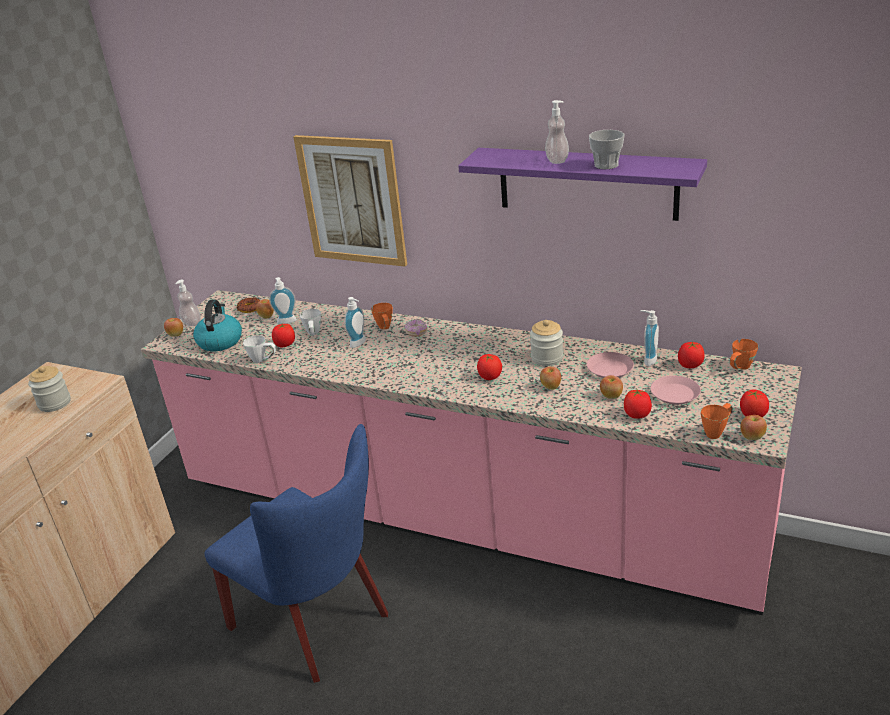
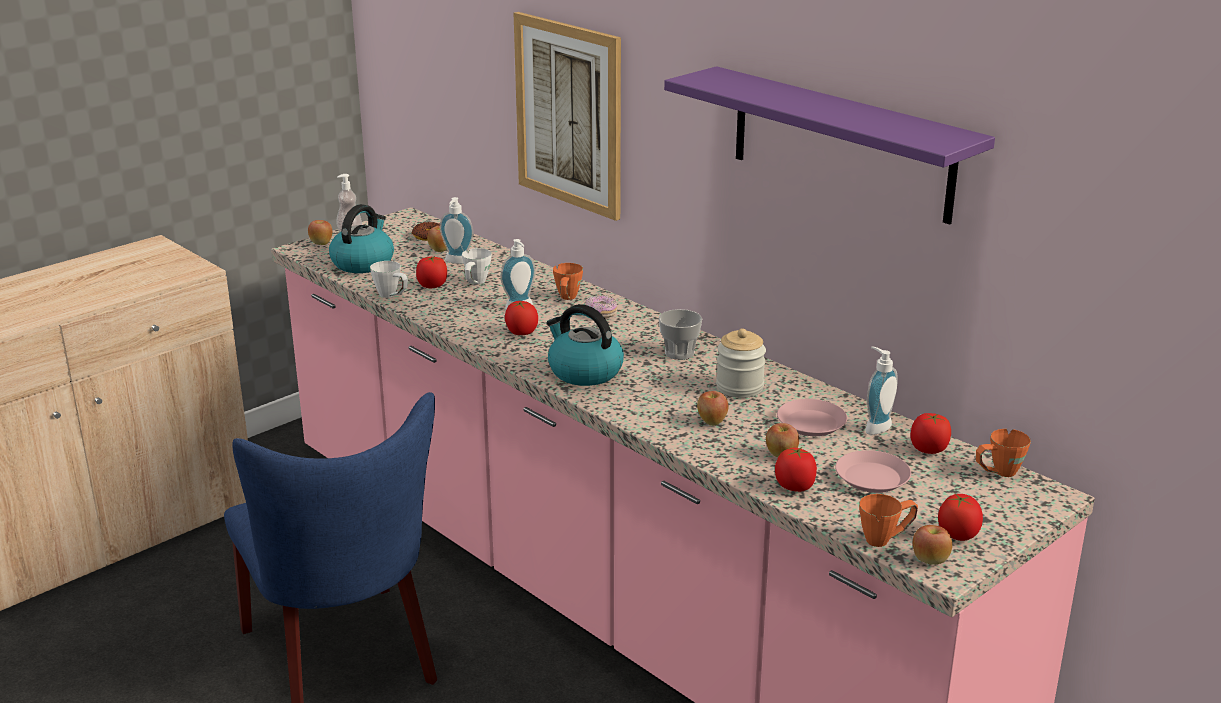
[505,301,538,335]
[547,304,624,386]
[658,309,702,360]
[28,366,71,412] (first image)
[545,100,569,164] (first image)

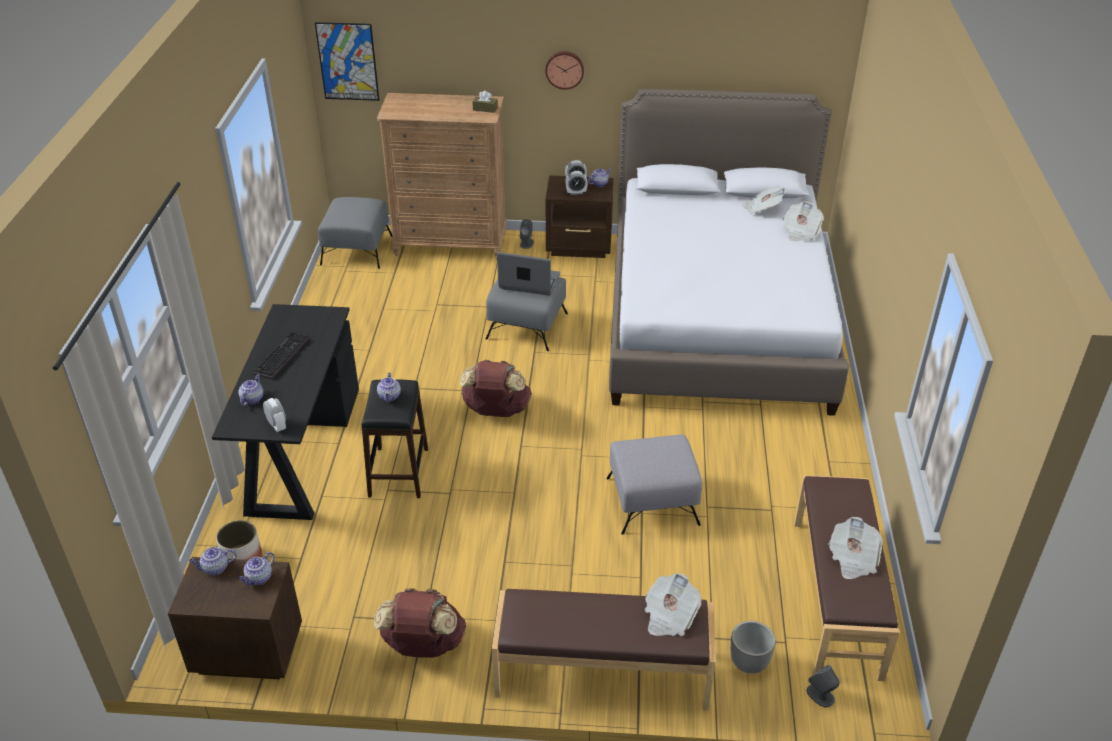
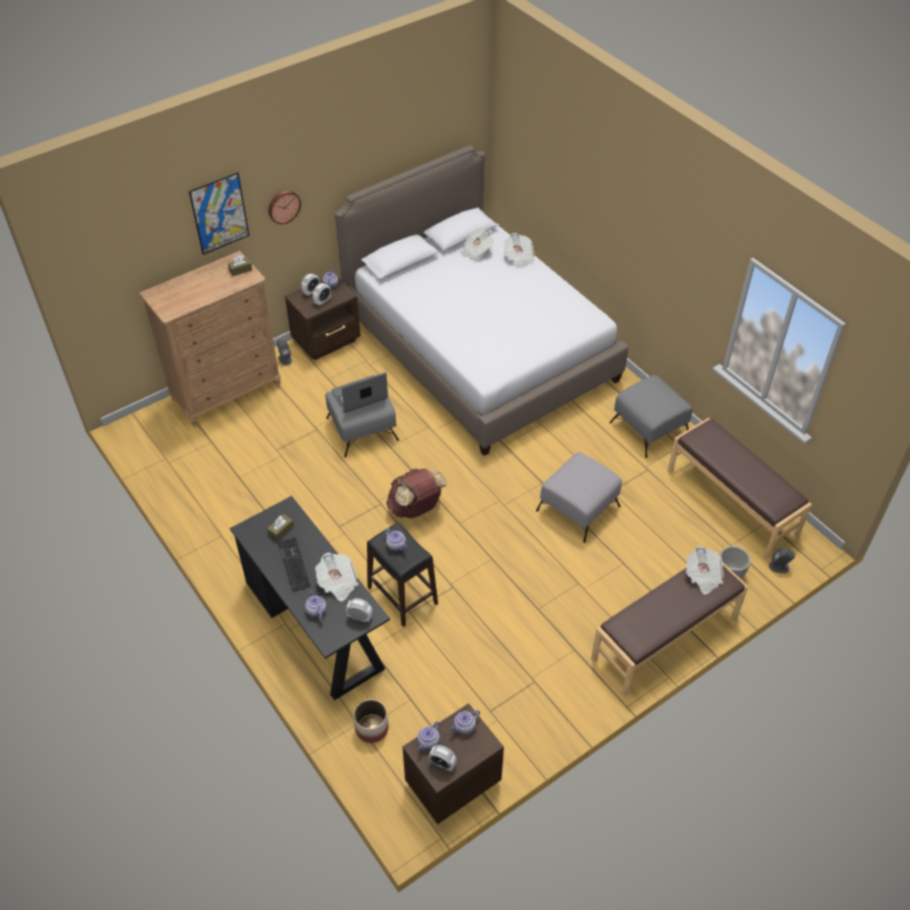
[189,172,249,255]
[267,514,294,541]
[315,552,359,601]
[429,745,457,772]
[450,710,480,734]
[609,375,693,458]
[374,588,466,658] (first image)

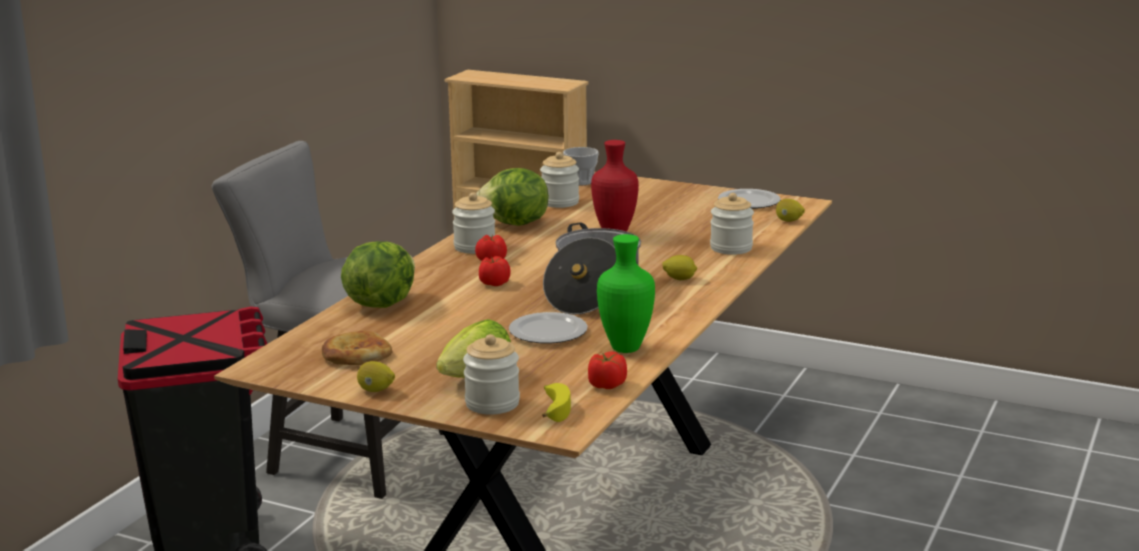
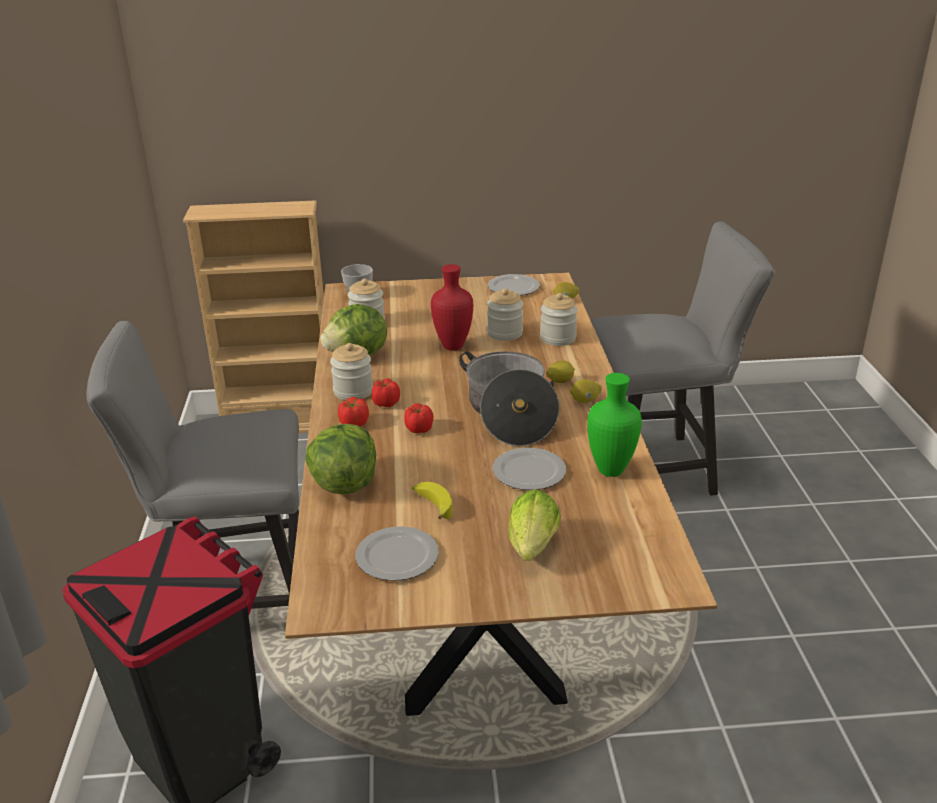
[338,397,369,427]
[356,526,439,581]
[412,482,452,519]
[487,288,523,341]
[570,379,602,403]
[591,221,775,496]

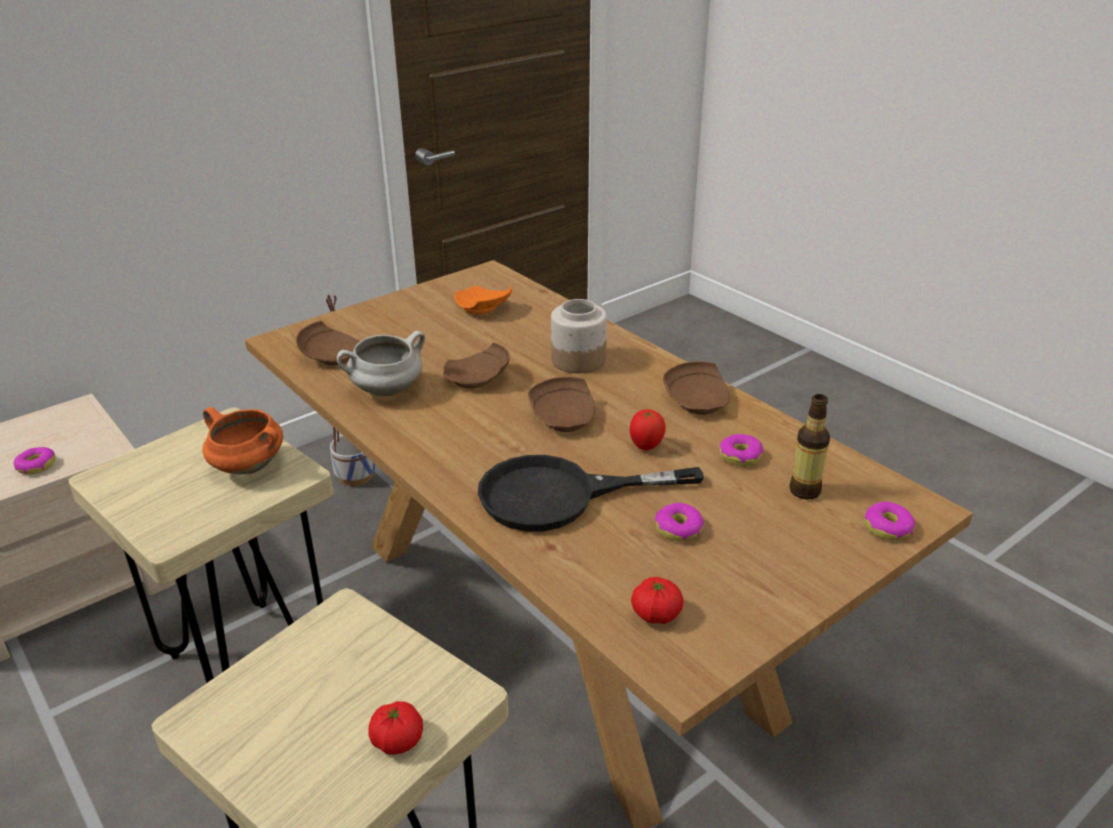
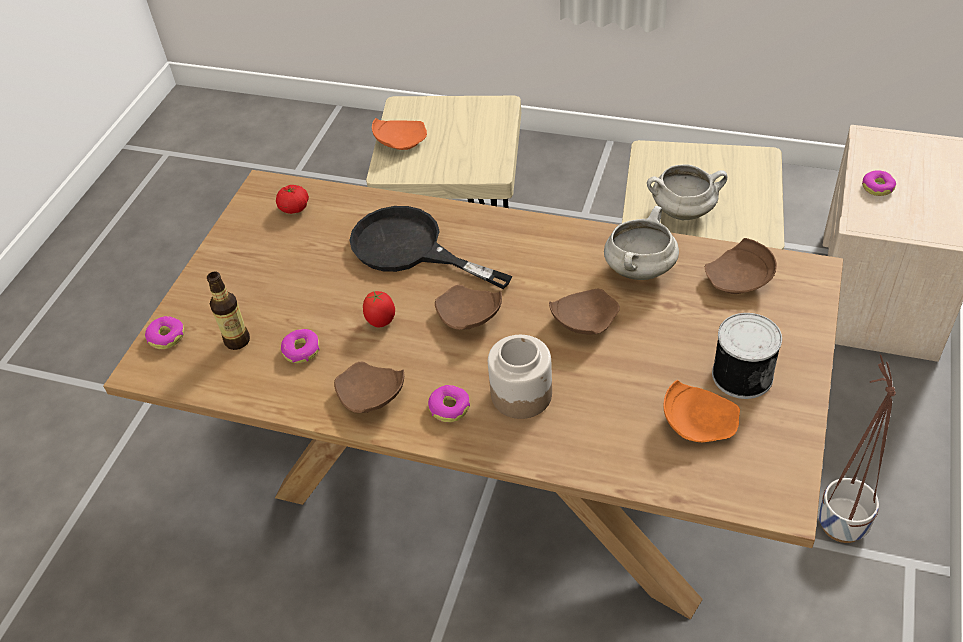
[350,206,513,289]
[372,118,427,150]
[428,385,470,422]
[647,164,727,220]
[712,313,782,399]

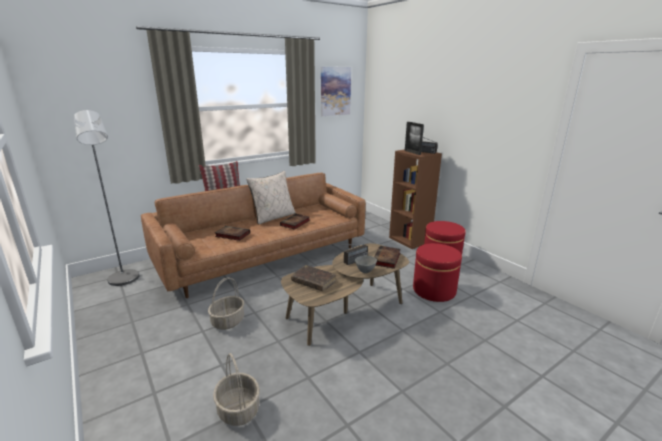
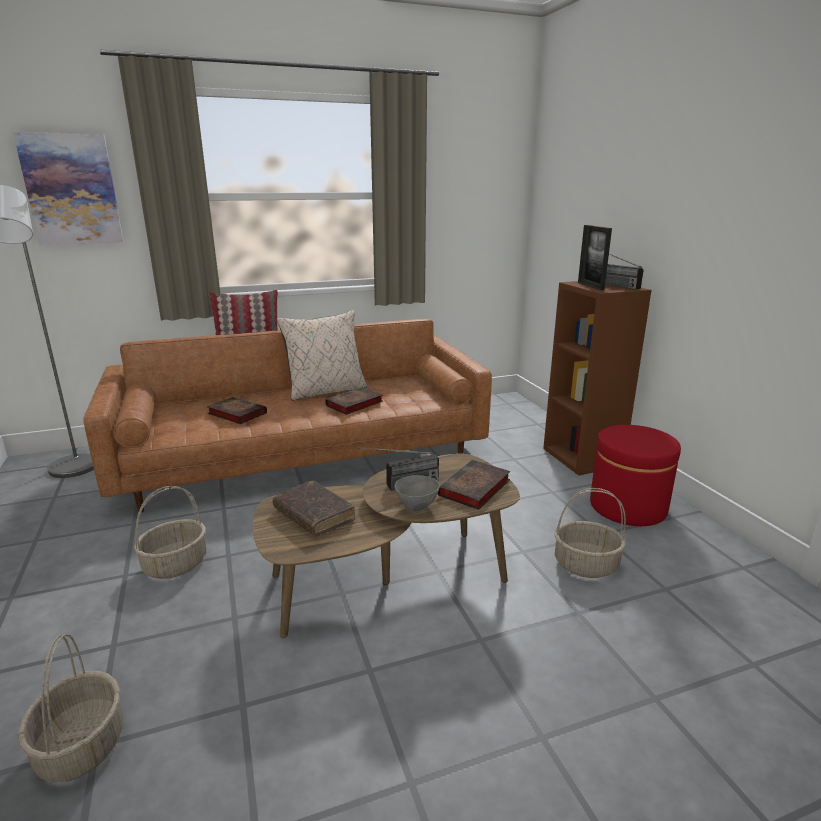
[13,132,124,244]
[554,488,626,578]

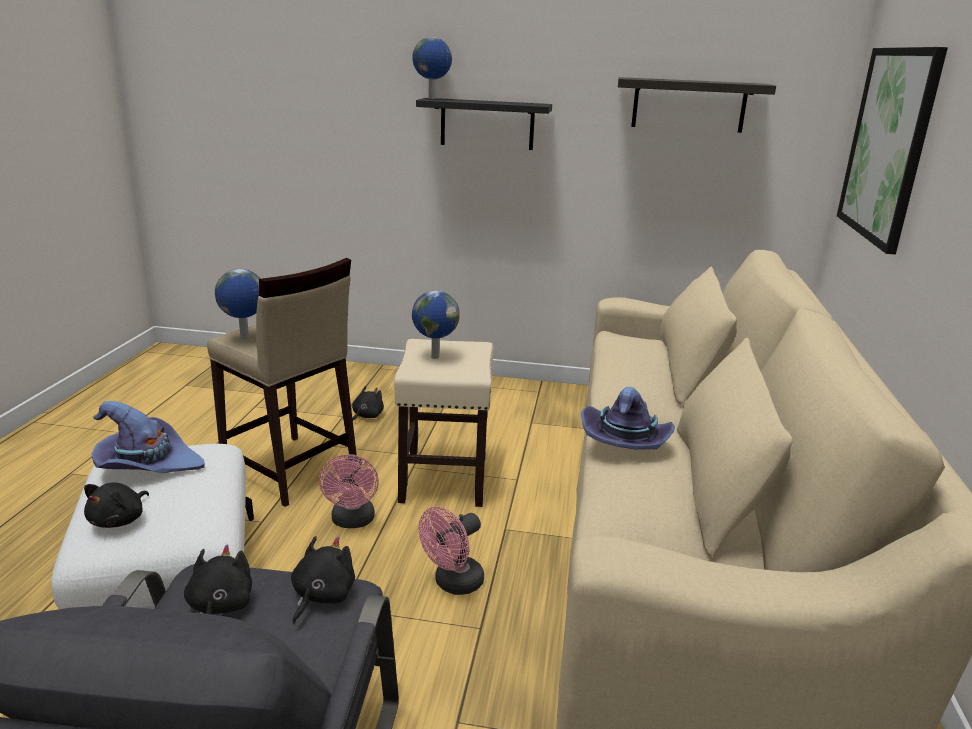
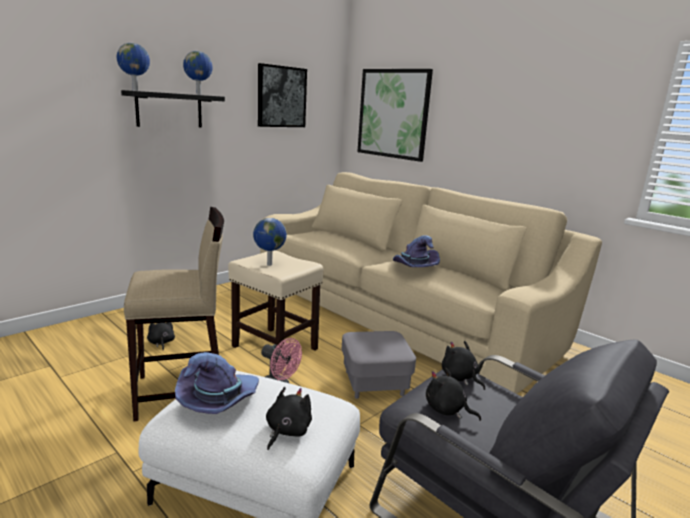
[183,51,213,95]
[258,63,307,127]
[266,387,312,450]
[342,331,416,399]

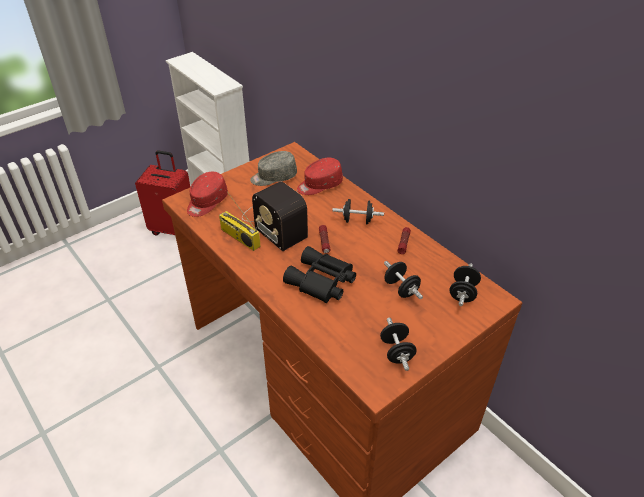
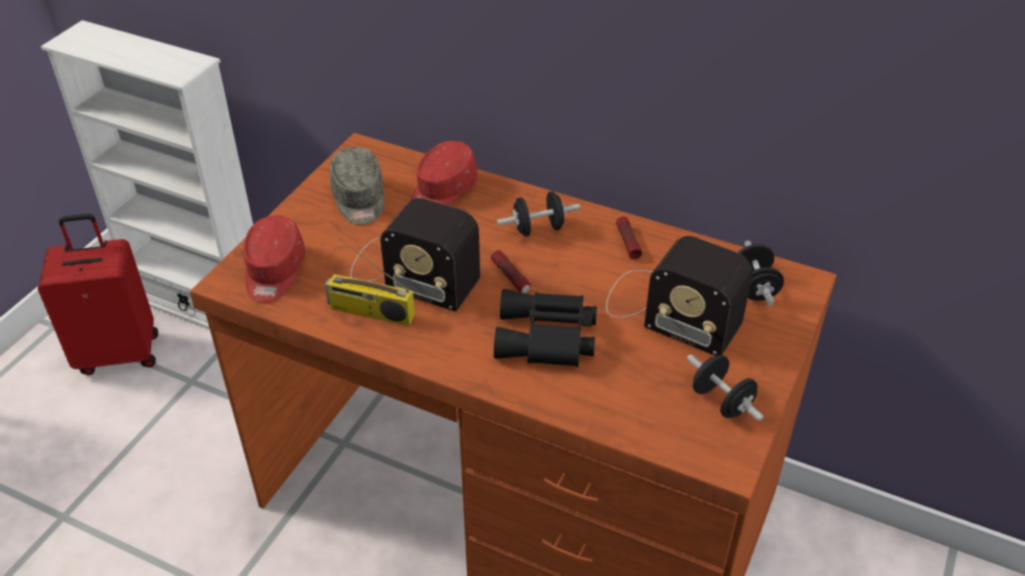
[330,147,384,225]
[606,236,753,356]

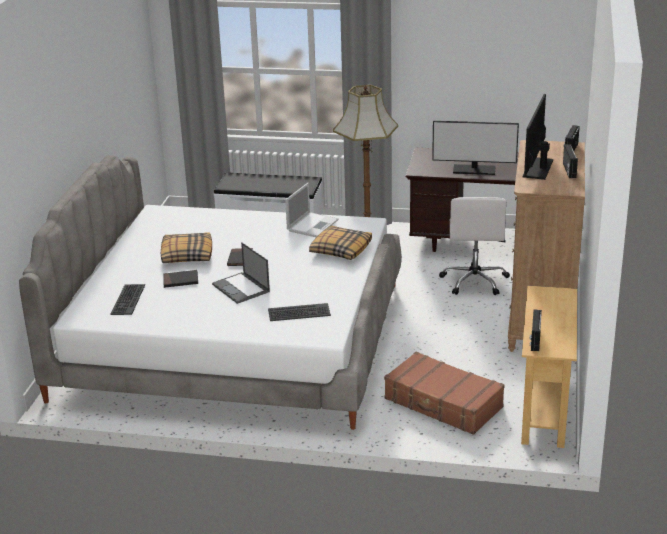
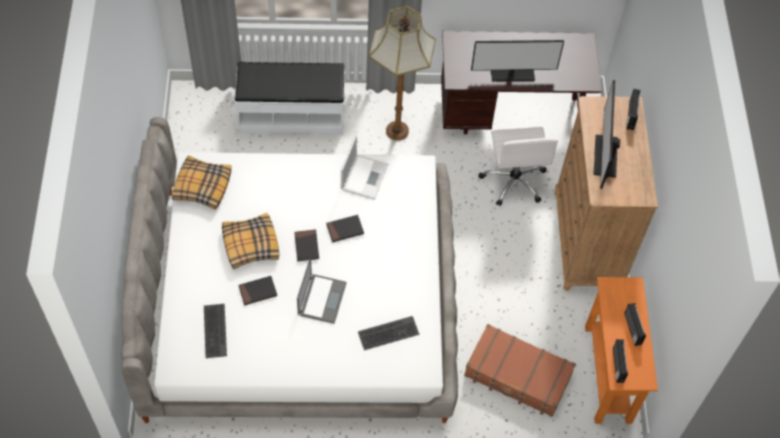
[172,156,231,210]
[297,257,347,324]
[326,215,364,242]
[585,277,658,424]
[624,303,646,346]

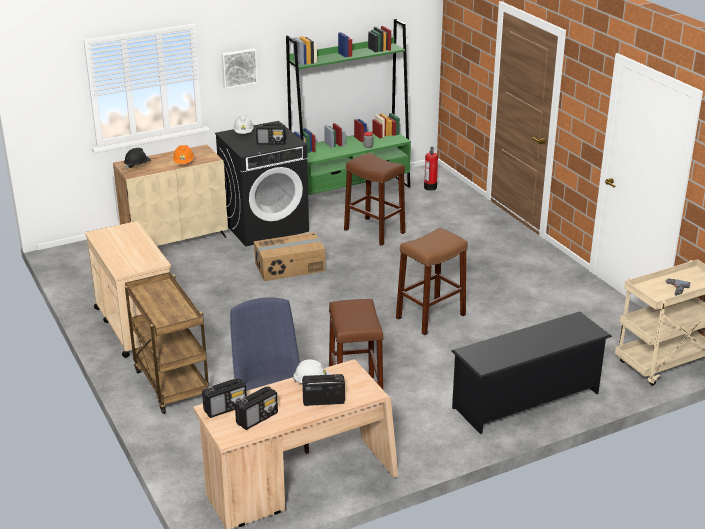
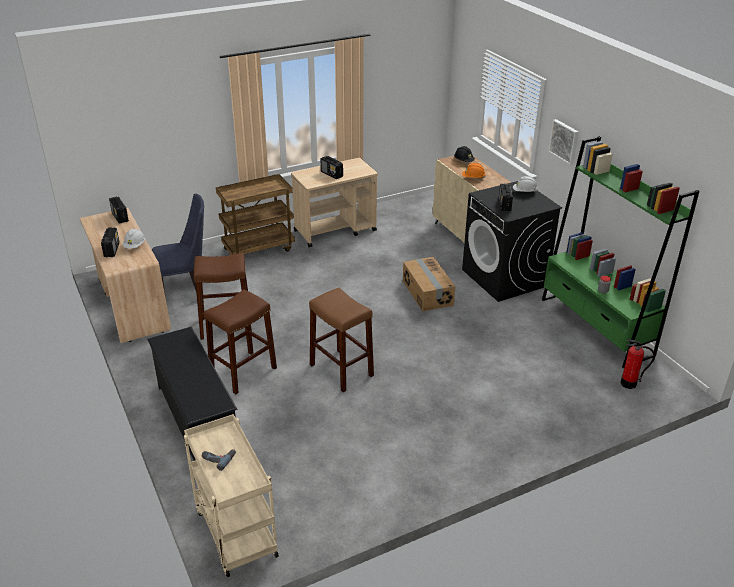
[204,289,277,394]
[321,156,343,179]

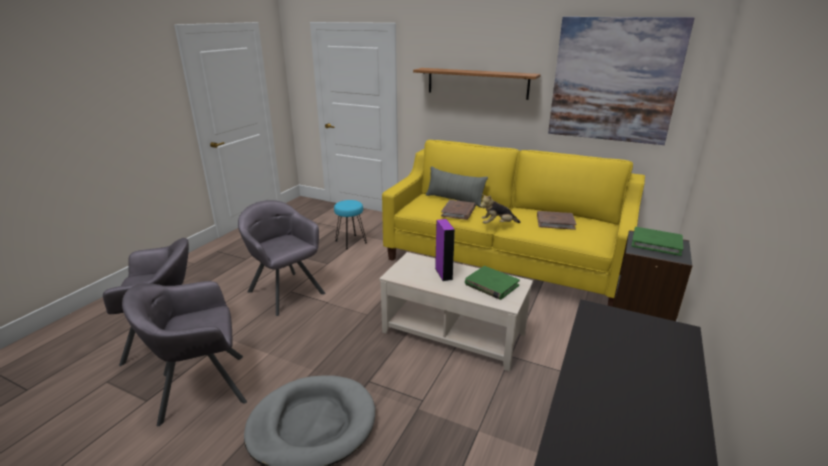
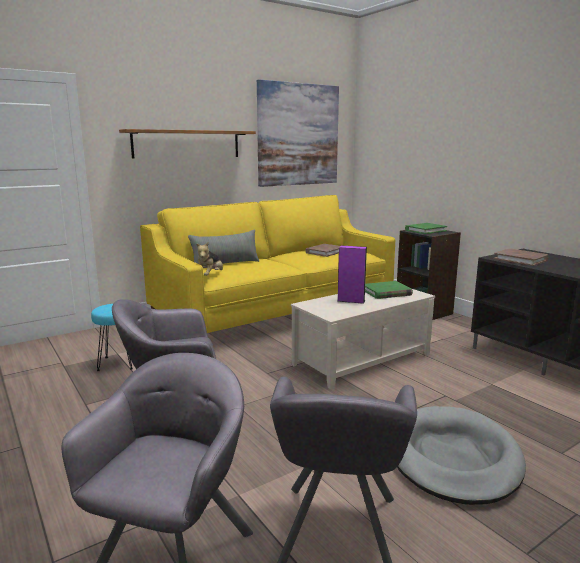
[196,242,223,276]
[494,248,548,266]

